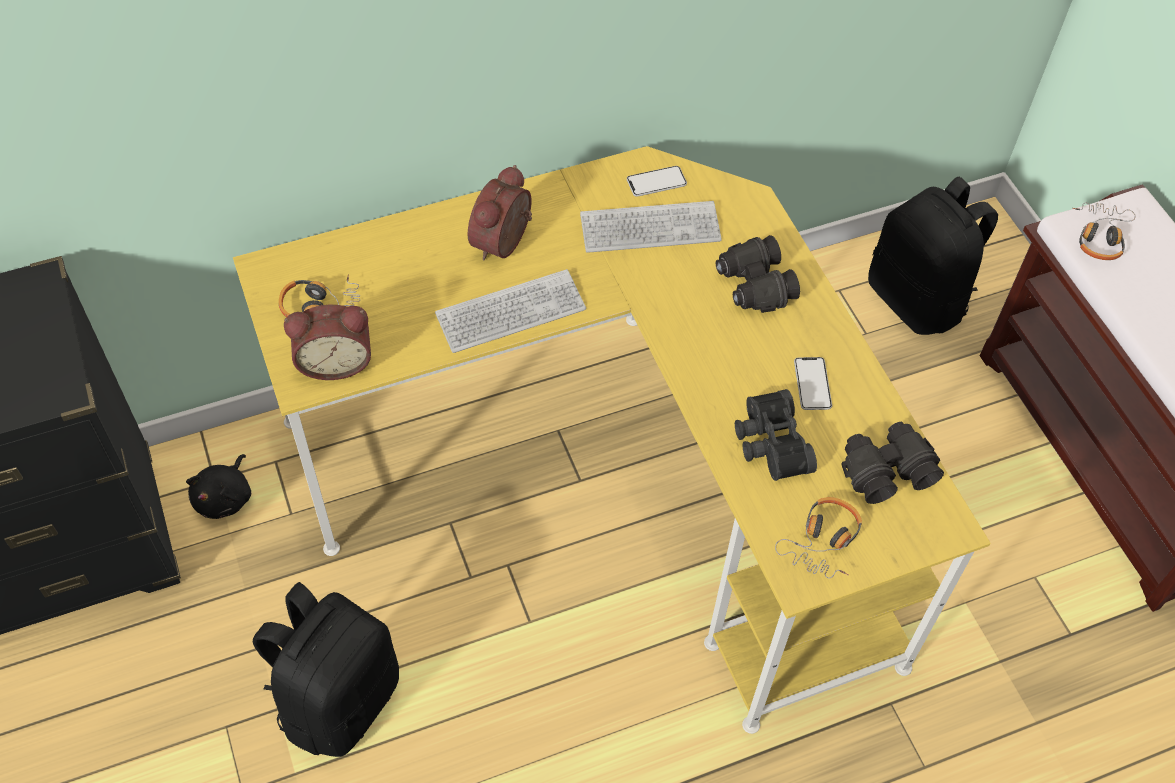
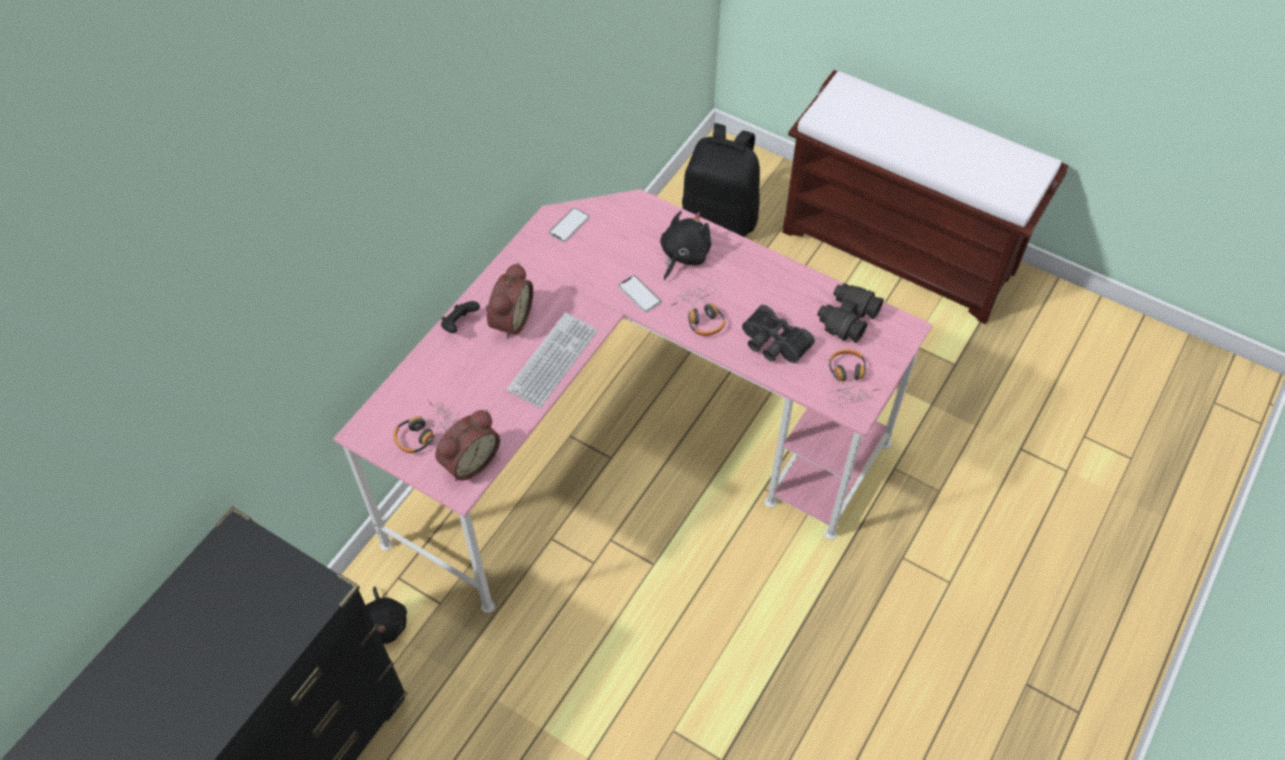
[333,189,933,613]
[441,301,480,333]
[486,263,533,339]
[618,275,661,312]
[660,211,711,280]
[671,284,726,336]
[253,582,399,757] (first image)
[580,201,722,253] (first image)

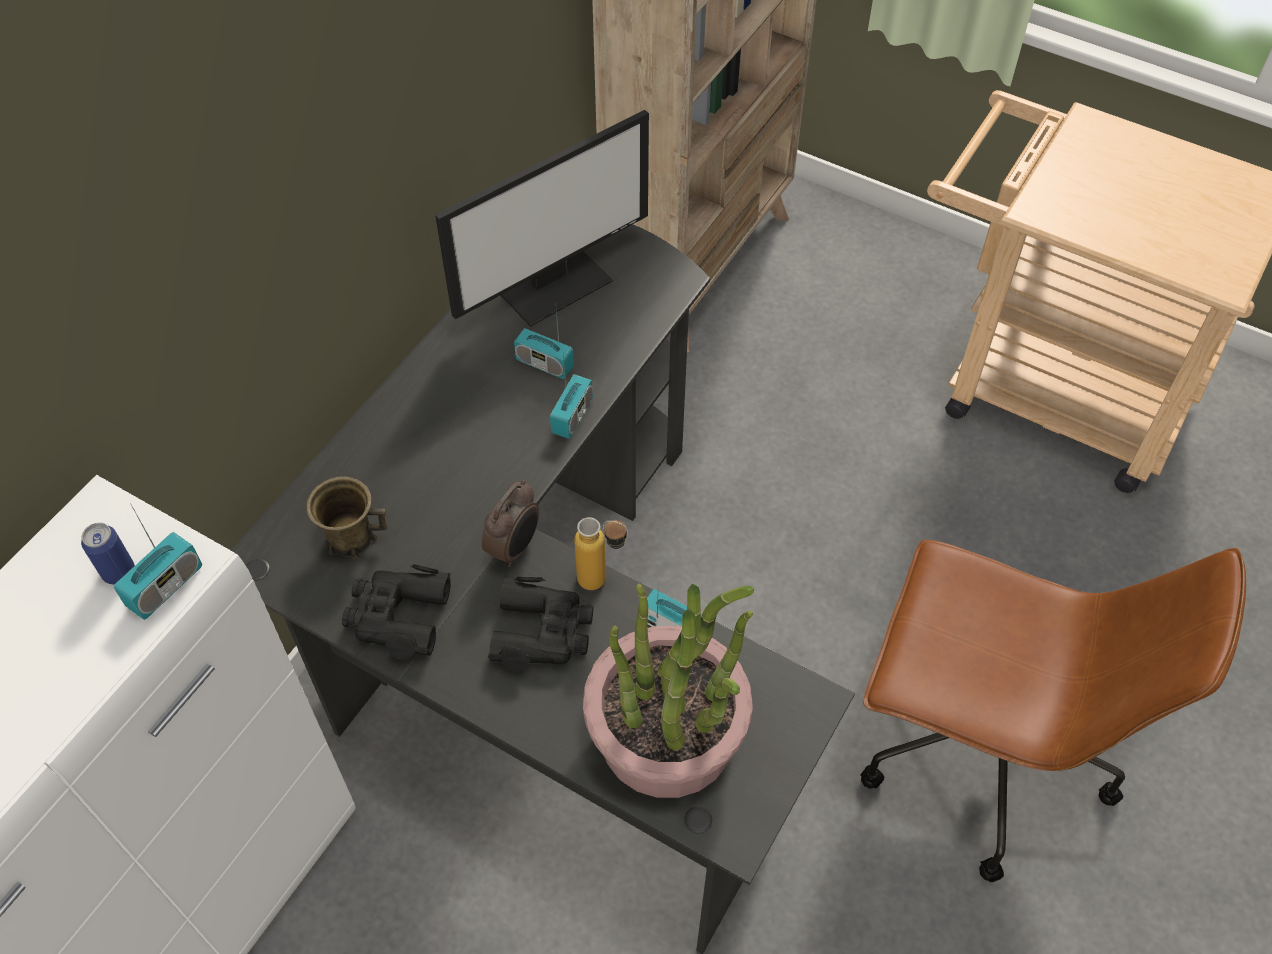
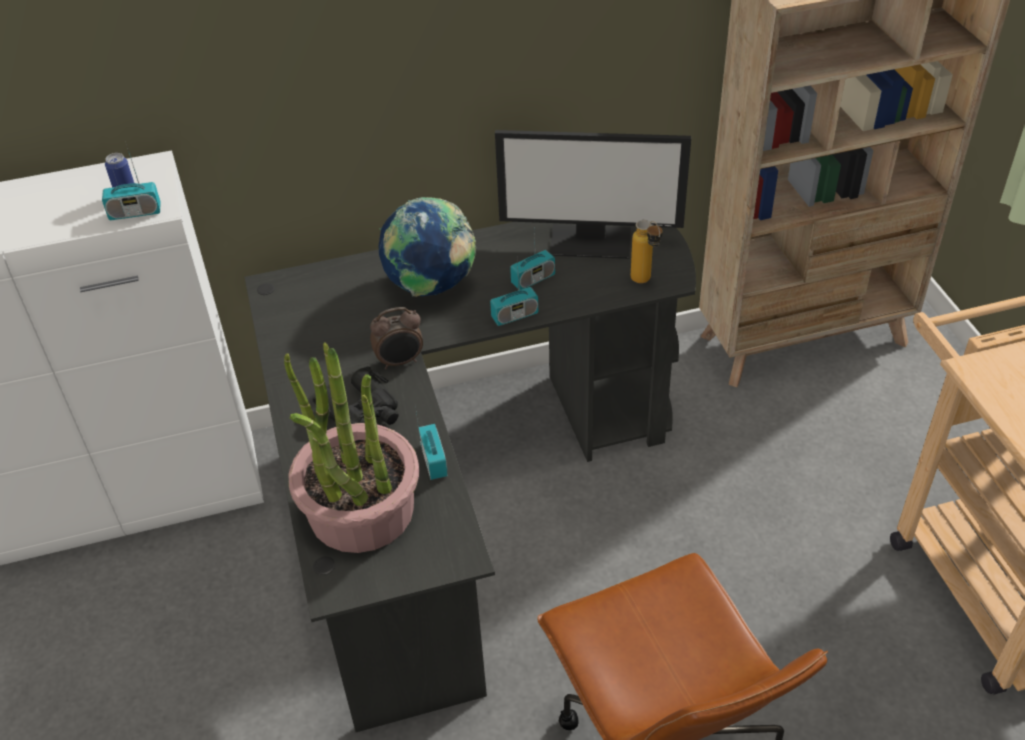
[379,197,476,297]
[510,230,555,290]
[631,220,663,283]
[306,476,388,559] (first image)
[342,564,451,660] (first image)

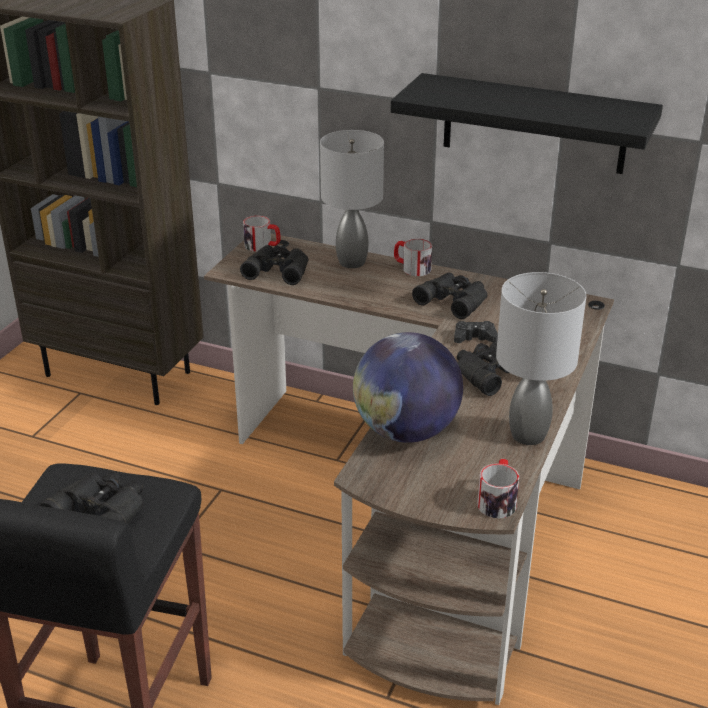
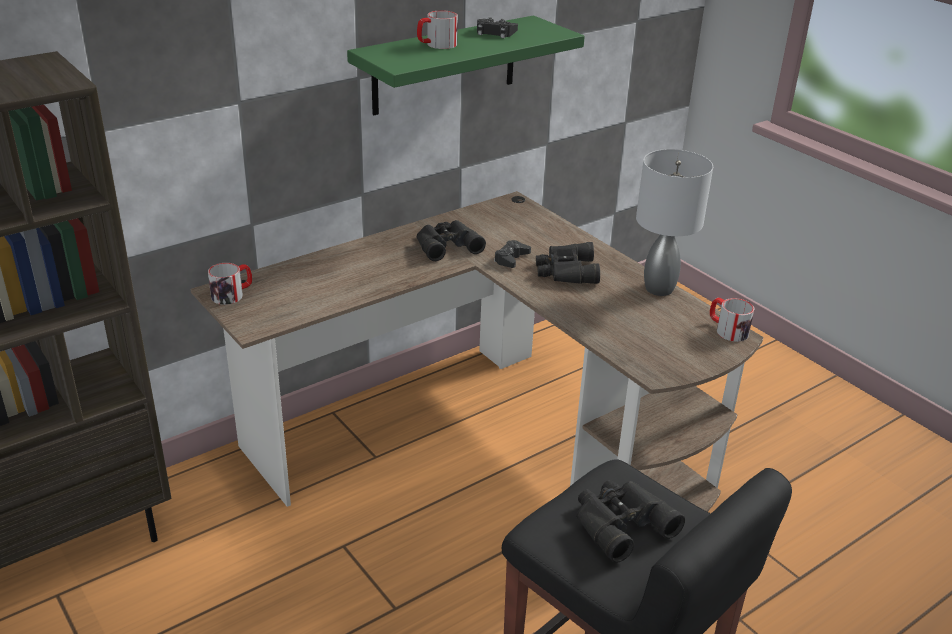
[347,15,585,115]
[417,10,458,49]
[477,17,518,38]
[240,245,309,285] (first image)
[320,130,384,268] (first image)
[353,332,463,443] (first image)

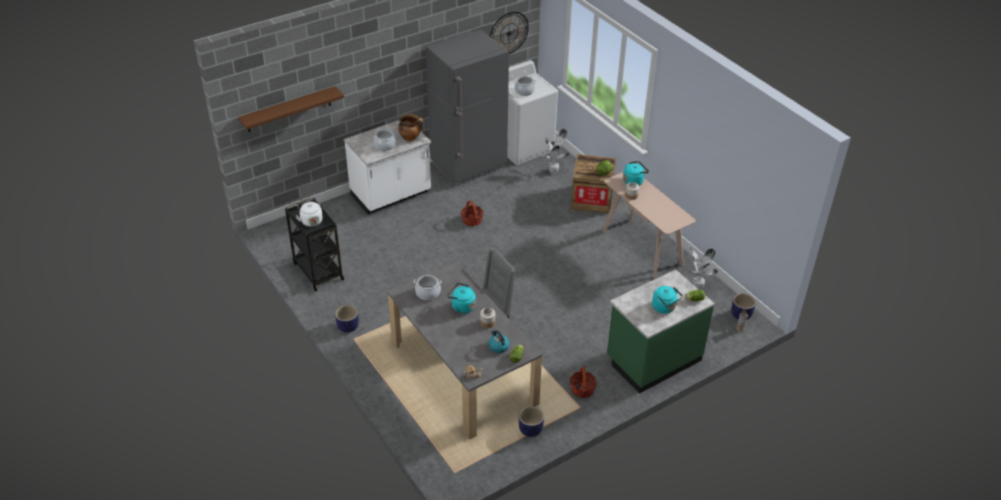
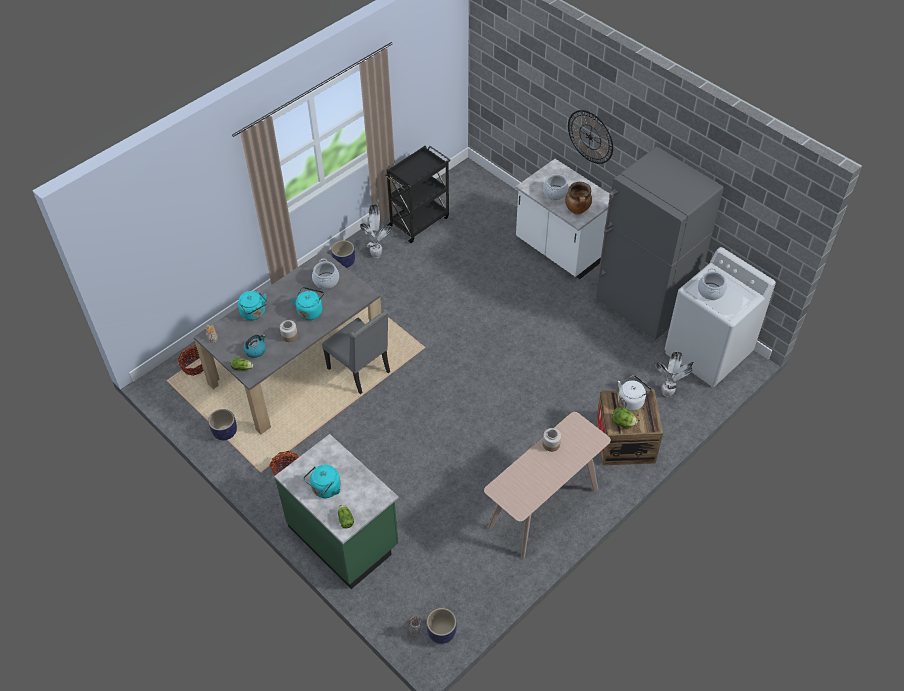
[178,345,203,376]
[238,291,267,320]
[359,204,392,258]
[568,110,613,164]
[618,375,652,411]
[238,86,344,132] (first image)

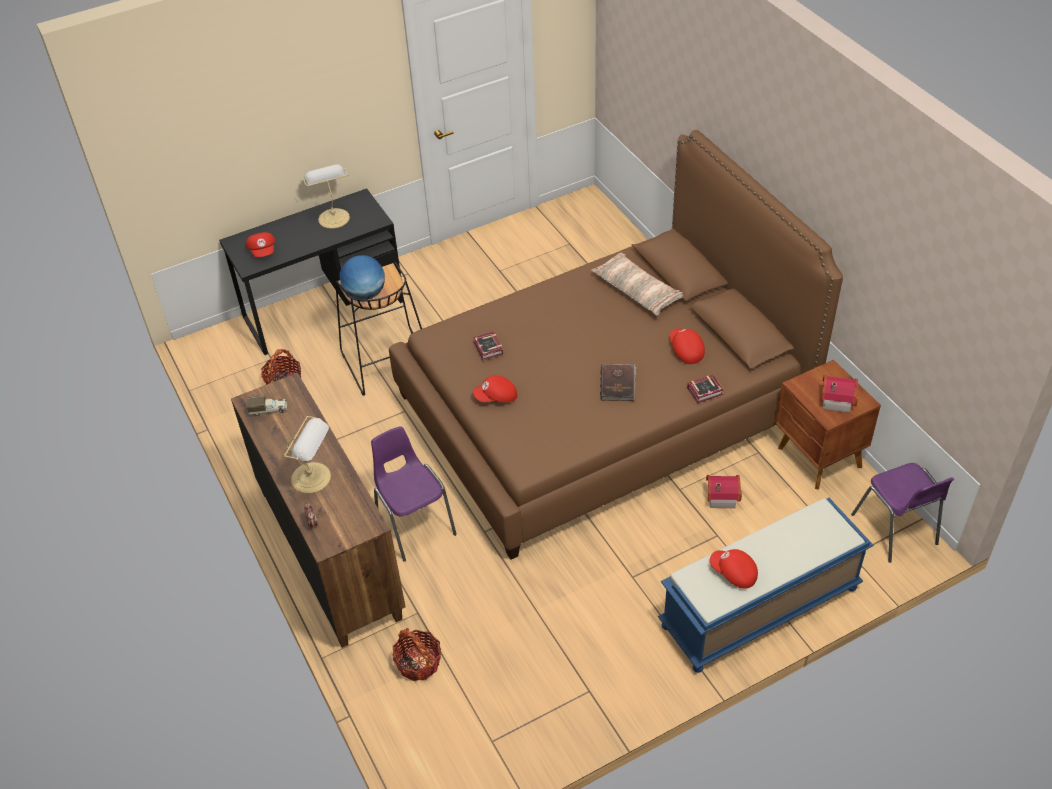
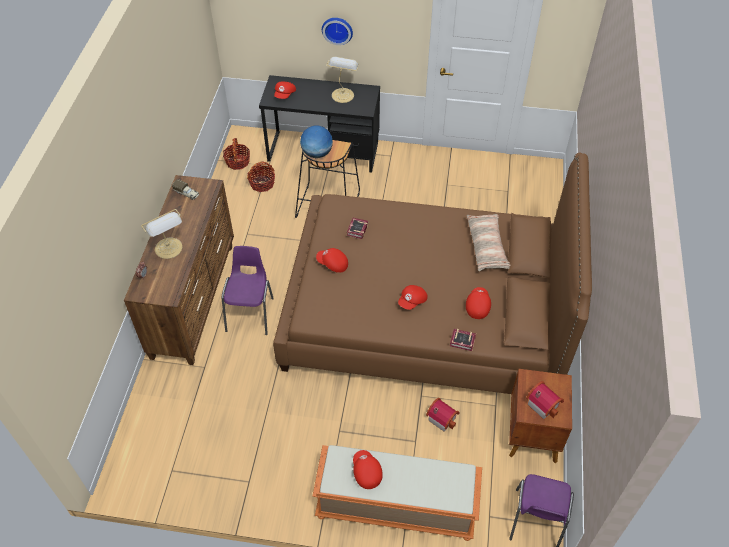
[223,138,250,170]
[312,445,482,541]
[322,18,353,45]
[398,285,428,310]

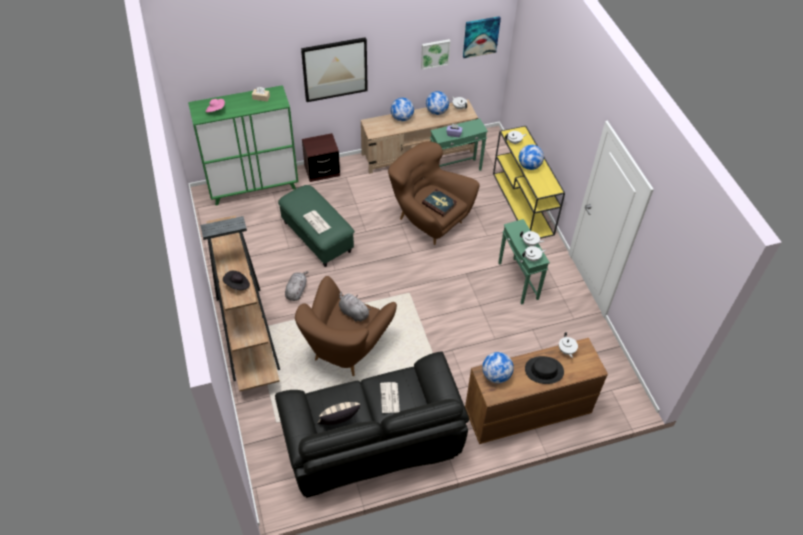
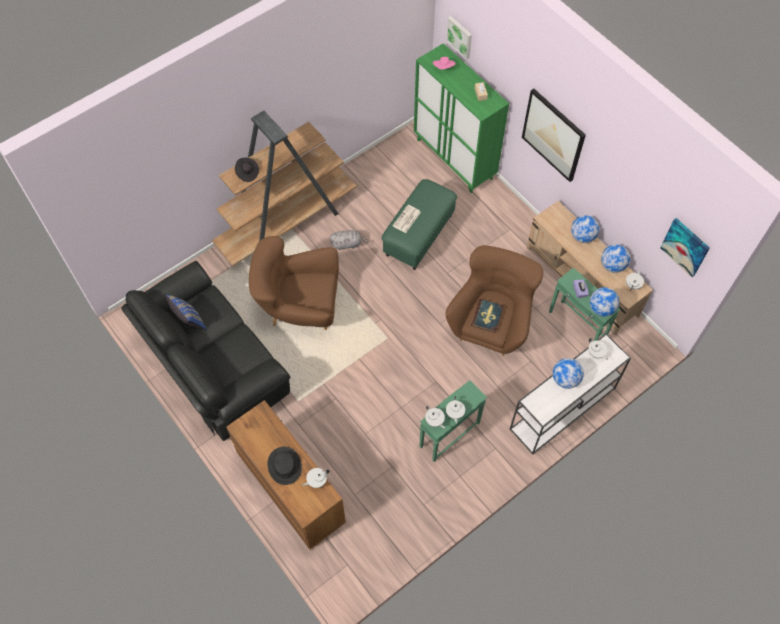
[166,295,207,330]
[446,16,472,60]
[510,333,631,455]
[590,287,619,316]
[302,133,340,182] (first image)
[339,292,371,322] (first image)
[380,382,400,413] (first image)

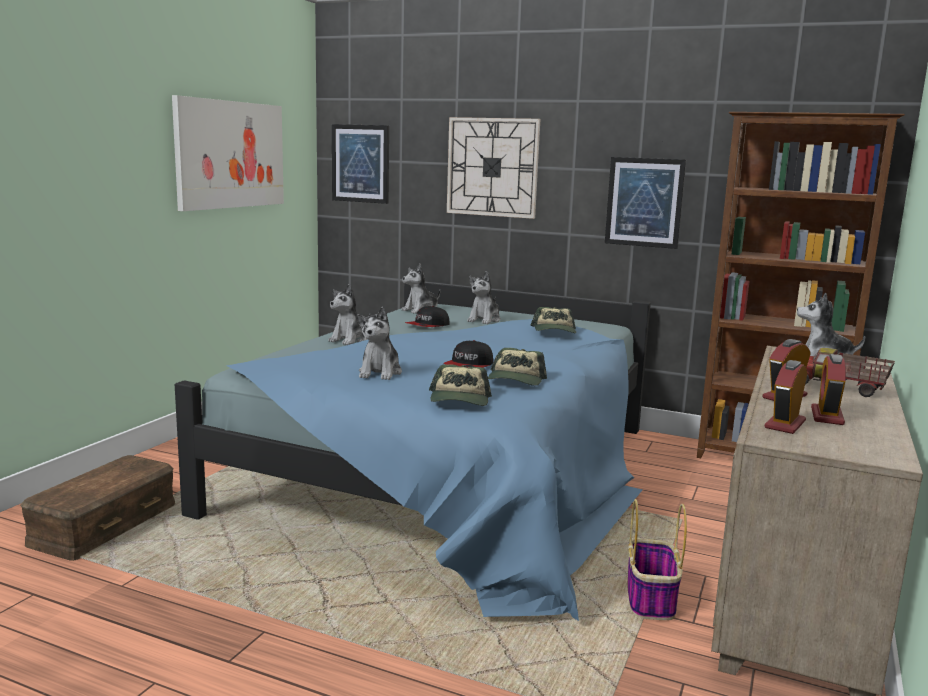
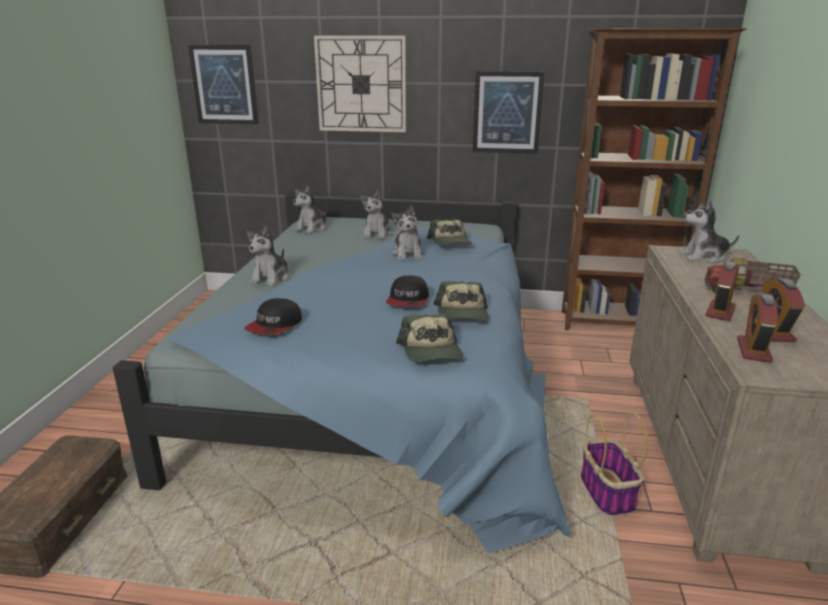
[244,298,302,335]
[392,205,424,261]
[172,95,284,211] (first image)

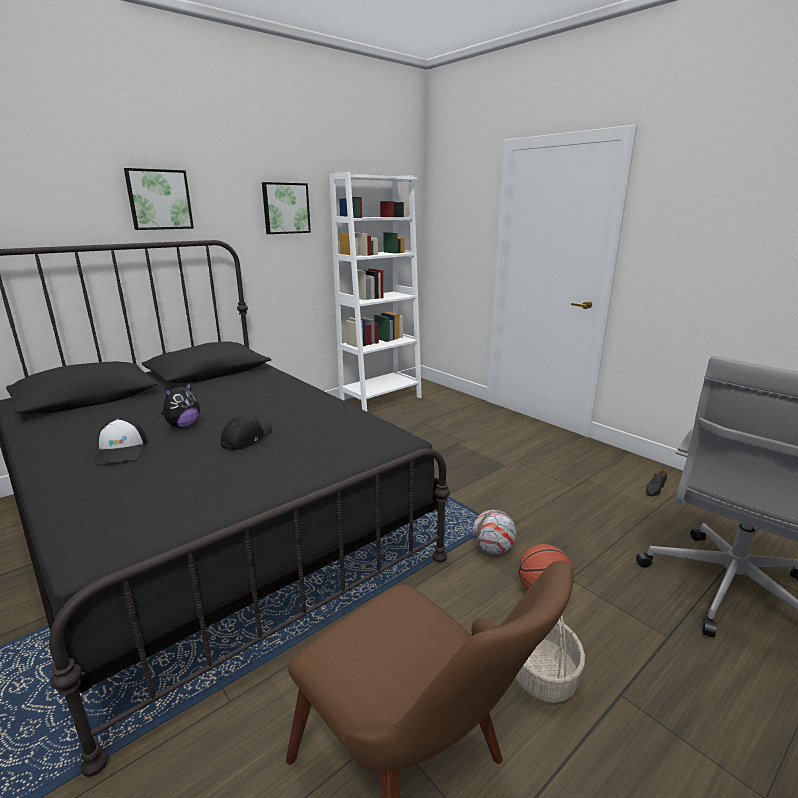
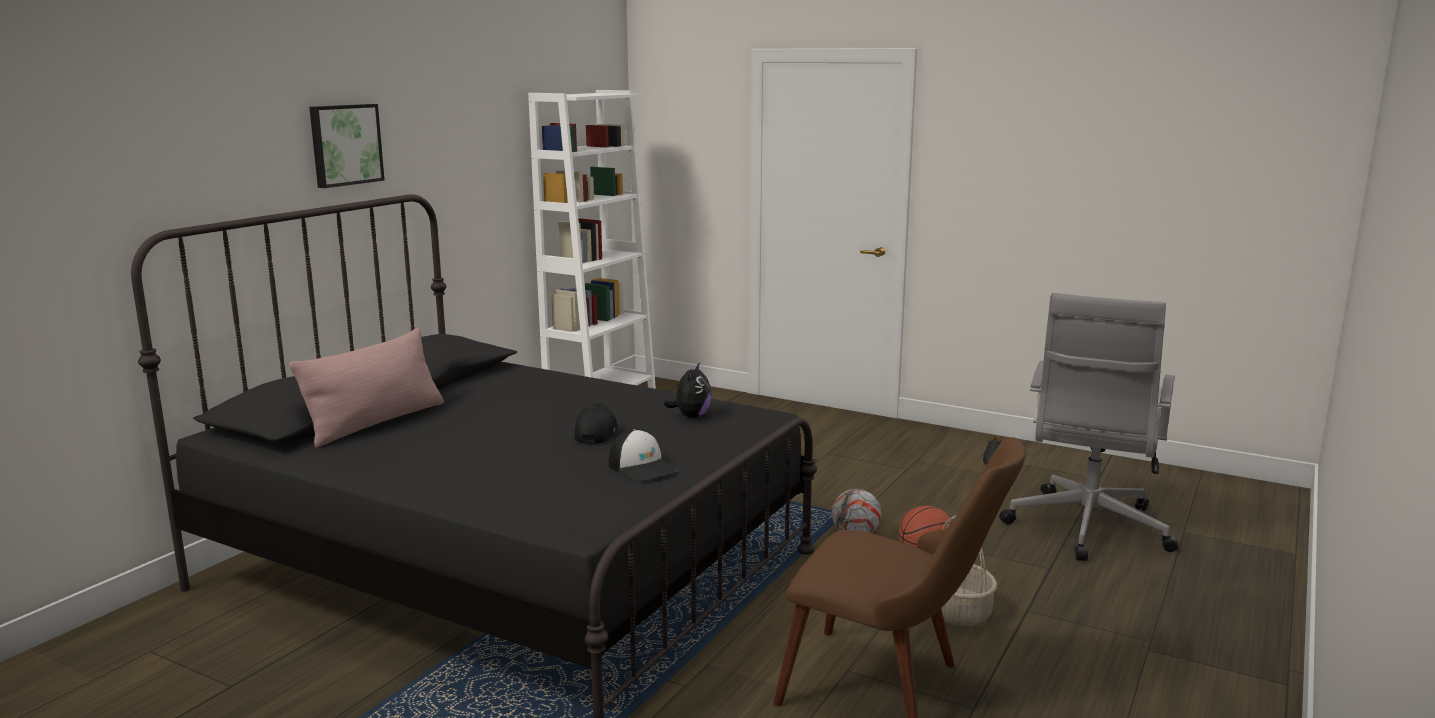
[289,328,444,448]
[609,429,678,481]
[664,362,712,418]
[262,182,311,234] (first image)

